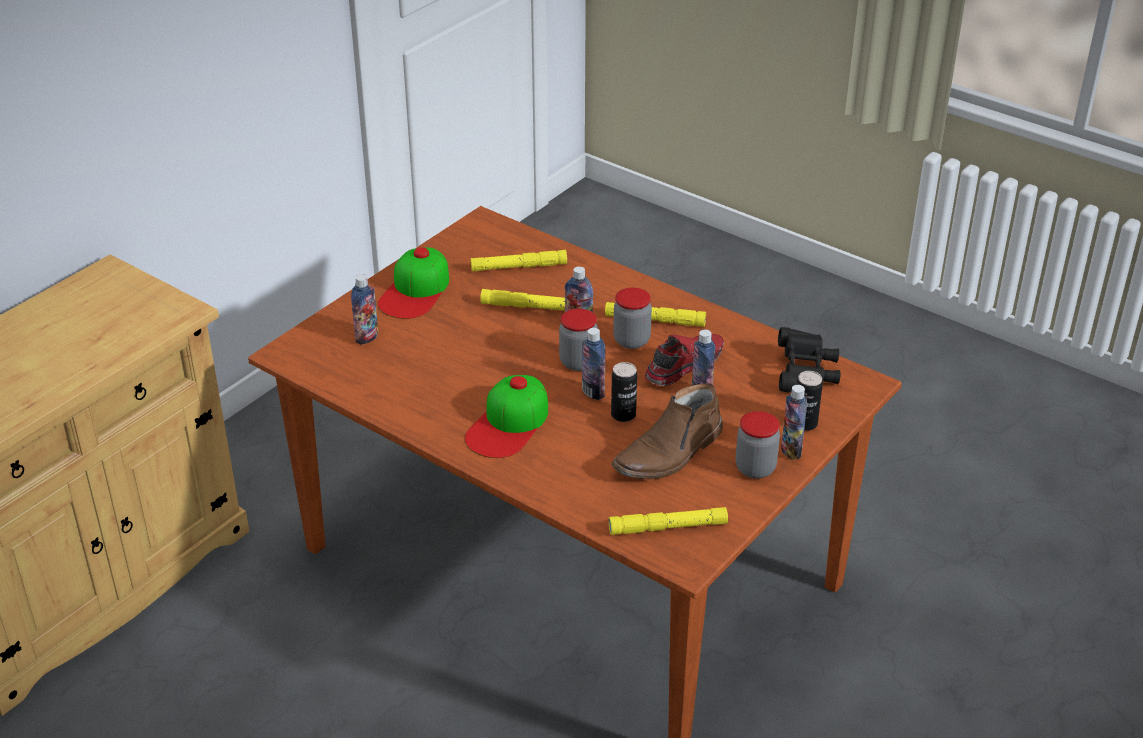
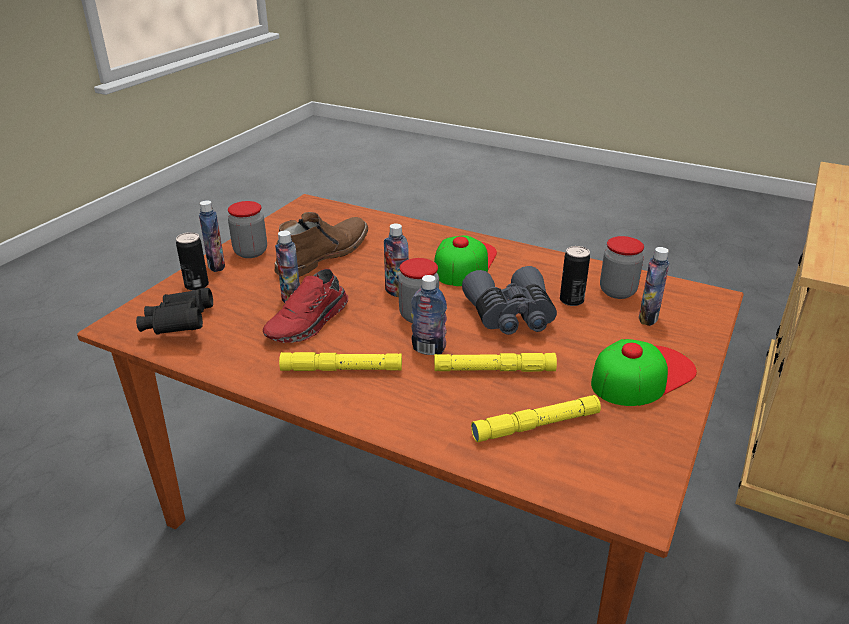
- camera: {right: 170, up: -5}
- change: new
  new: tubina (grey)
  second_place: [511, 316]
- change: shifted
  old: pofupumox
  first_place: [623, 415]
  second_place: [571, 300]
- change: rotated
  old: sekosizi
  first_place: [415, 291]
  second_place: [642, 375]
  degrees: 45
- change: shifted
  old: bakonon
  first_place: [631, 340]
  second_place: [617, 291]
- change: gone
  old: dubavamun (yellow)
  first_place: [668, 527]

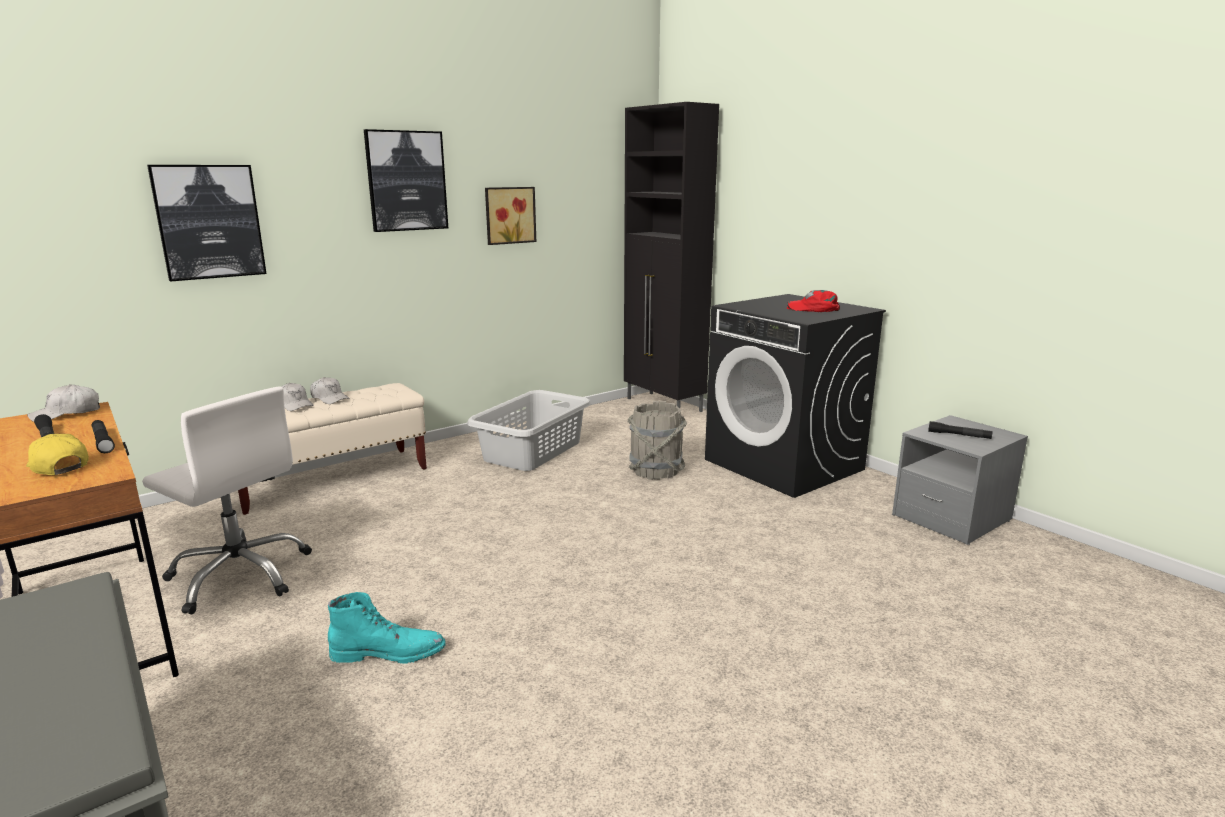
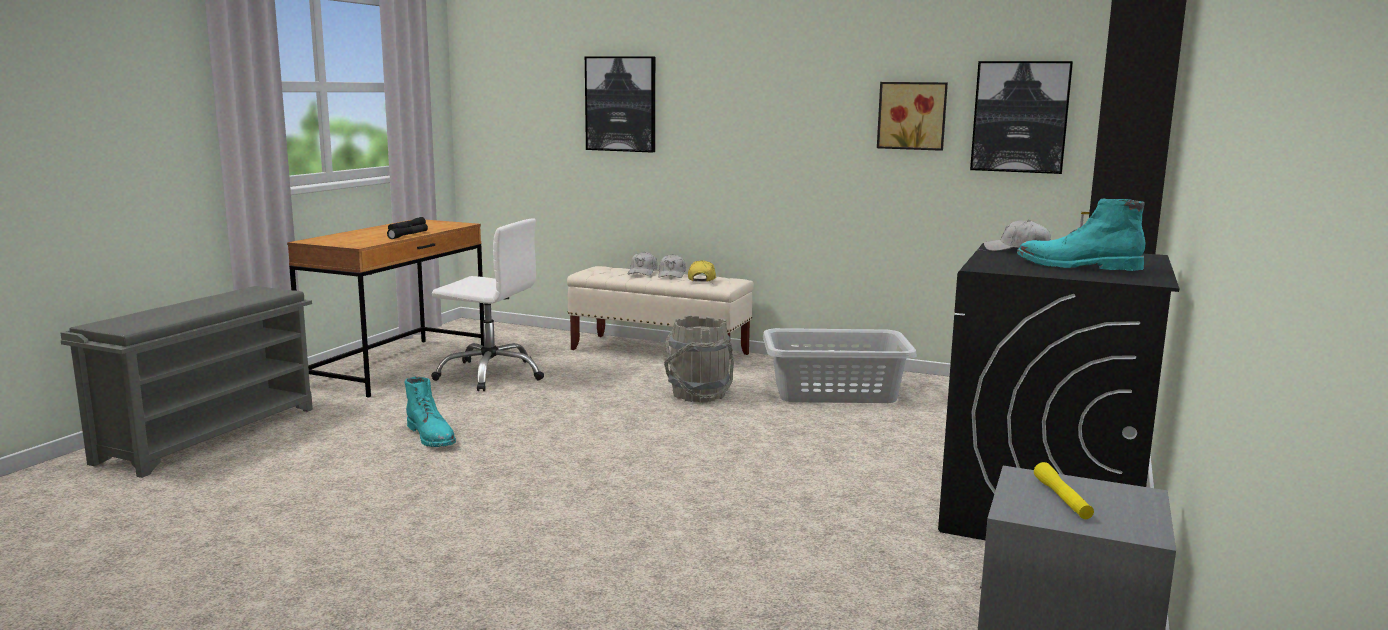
- camera: {right: 60, up: -5}
- change: rotated
  old: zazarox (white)
  first_place: [240, 575]
  second_place: [491, 374]
  degrees: -75
- change: shifted
  old: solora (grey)
  first_place: [655, 471]
  second_place: [698, 394]
- change: shifted
  old: sekosizi (yellow)
  first_place: [58, 466]
  second_place: [702, 279]
- change: shifted
  old: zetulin
  first_place: [406, 181]
  second_place: [1020, 117]
- change: shifted
  old: sekosizi (white)
  first_place: [67, 414]
  second_place: [1017, 250]
- change: swapped
  old: sekosizi (red)
  new: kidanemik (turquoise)
  first_place: [814, 309]
  second_place: [1076, 266]
- change: repainted
  old: dubavamun (black)
  new: dubavamun (yellow)
  first_place: [959, 435]
  second_place: [1062, 499]

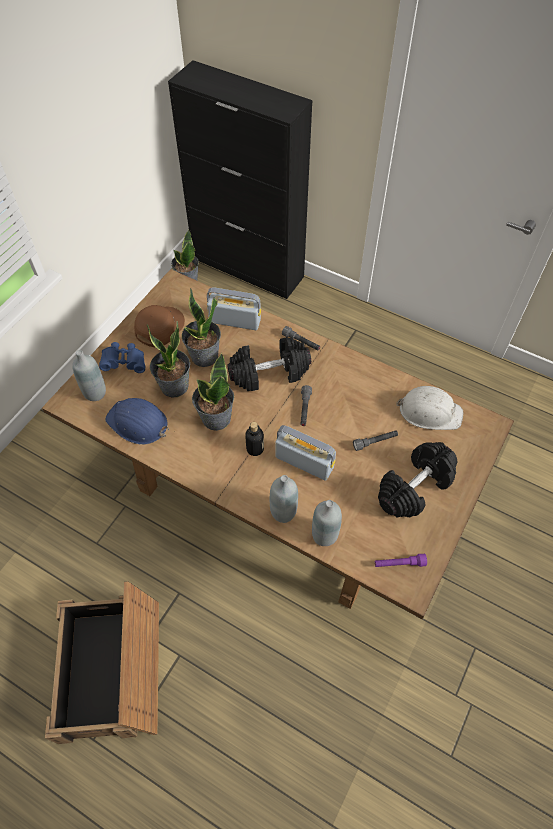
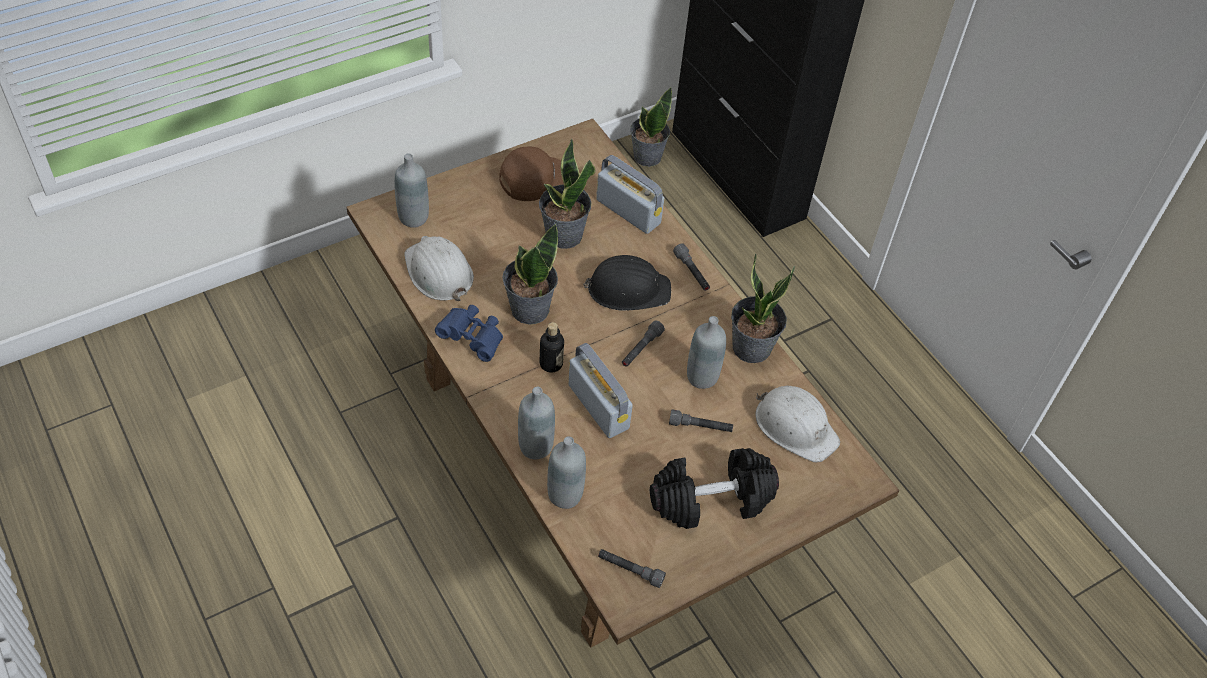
- camera: {right: 25, up: -5}
- change: repainted
  old: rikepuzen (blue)
  new: rikepuzen (white)
  first_place: [138, 423]
  second_place: [438, 272]
- change: shifted
  old: tubina (blue)
  first_place: [124, 363]
  second_place: [473, 338]
- change: swapped
  old: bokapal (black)
  new: rikepuzen (black)
  first_place: [269, 373]
  second_place: [628, 289]
- change: repainted
  old: dubavamun (purple)
  new: dubavamun (grey)
  first_place: [399, 564]
  second_place: [630, 570]
- change: new
  new: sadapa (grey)
  second_place: [702, 377]
- change: shifted
  old: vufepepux
  first_place: [174, 386]
  second_place: [751, 348]
- change: gone
  old: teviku
  first_place: [113, 671]

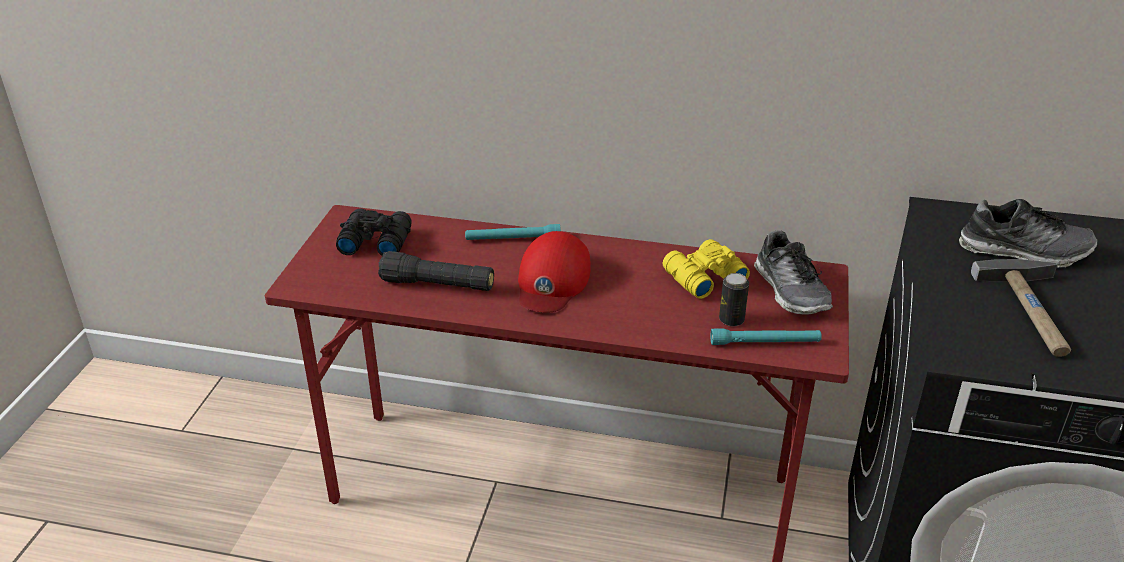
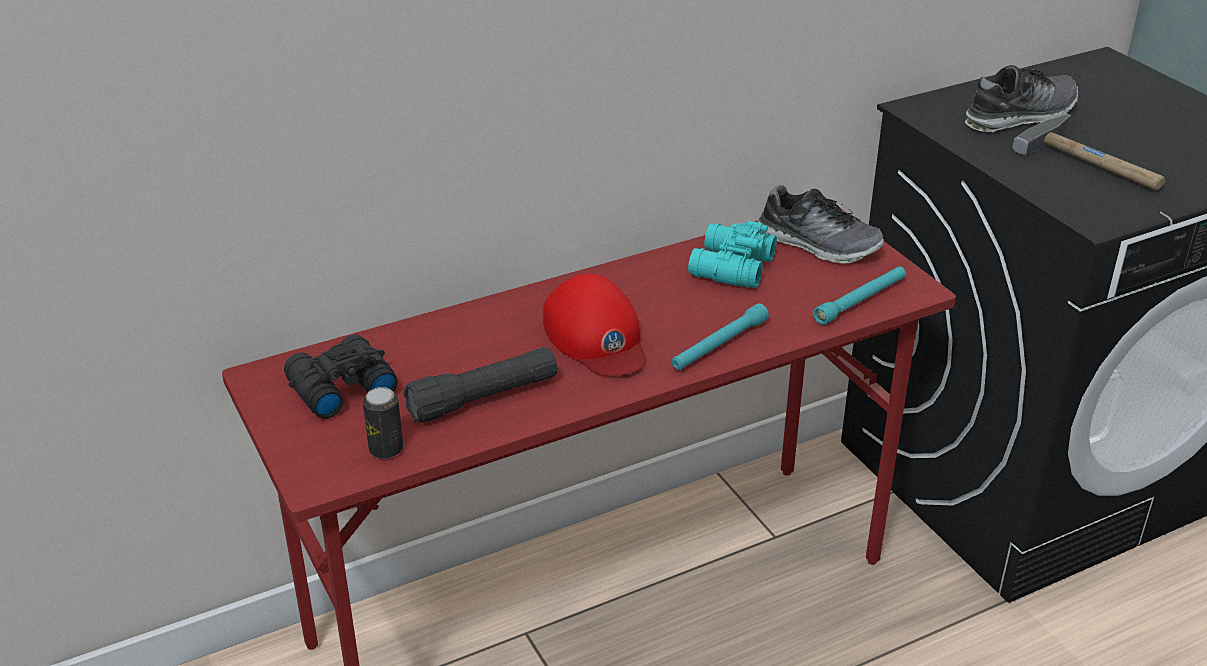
- camera: {right: -40, up: 0}
- change: shifted
  old: pofupumox
  first_place: [731, 320]
  second_place: [386, 449]
- change: shifted
  old: dubavamun (turquoise)
  first_place: [513, 239]
  second_place: [719, 345]
- change: repainted
  old: tubina (yellow)
  new: tubina (turquoise)
  first_place: [702, 278]
  second_place: [729, 268]

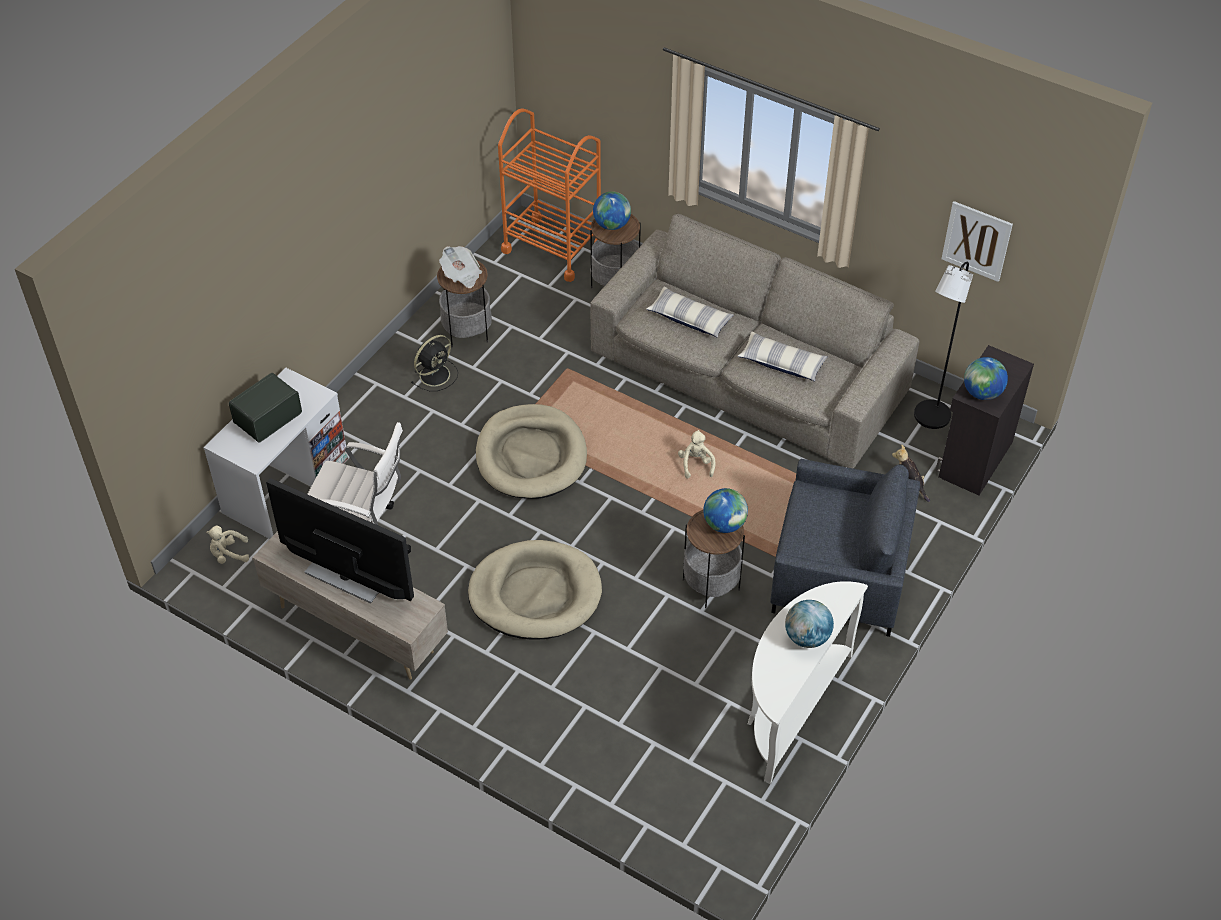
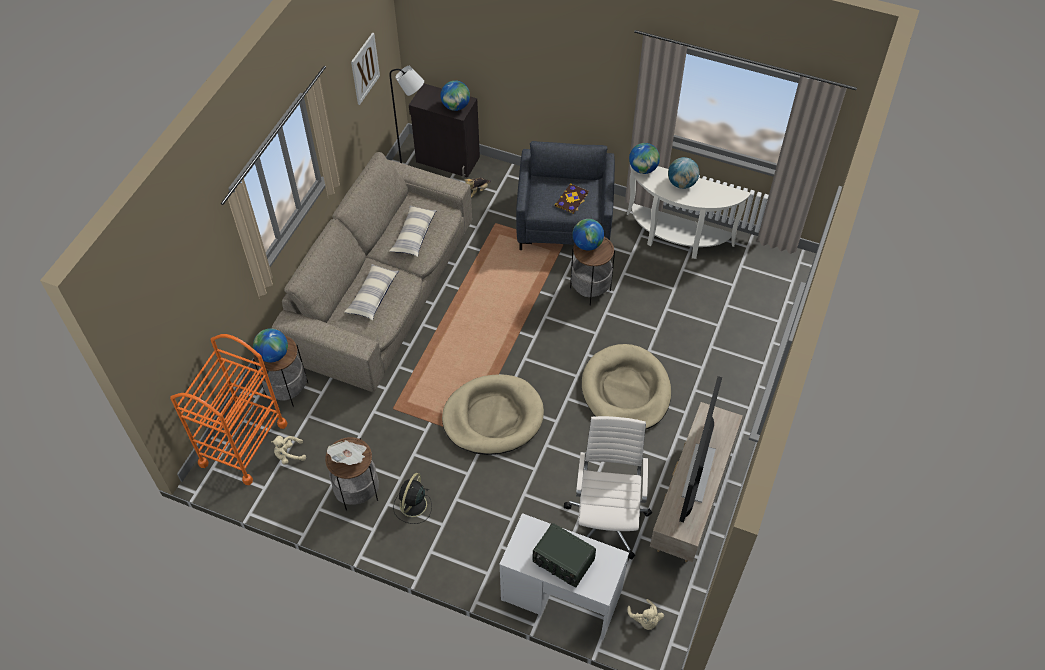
- camera: {right: -100, up: 5}
- change: shifted
  old: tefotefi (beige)
  first_place: [696, 464]
  second_place: [289, 455]
- change: rotated
  old: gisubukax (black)
  first_place: [436, 374]
  second_place: [412, 506]
  degrees: -105
- change: new
  new: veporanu
  second_place: [572, 199]
- change: new
  new: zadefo
  second_place: [643, 169]

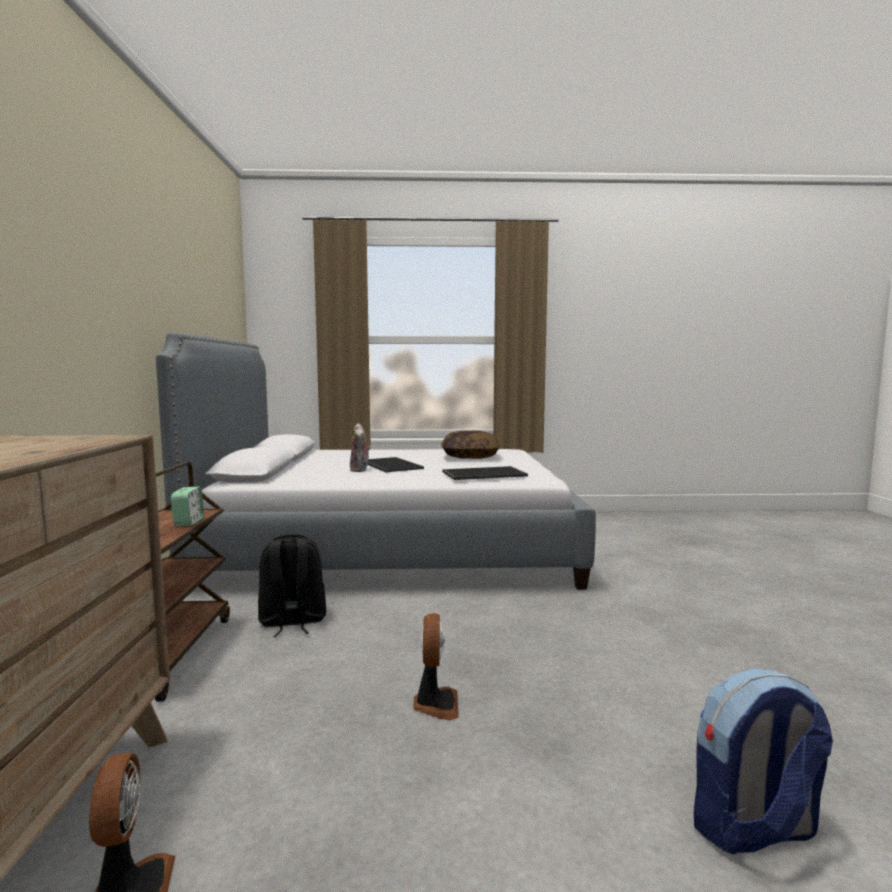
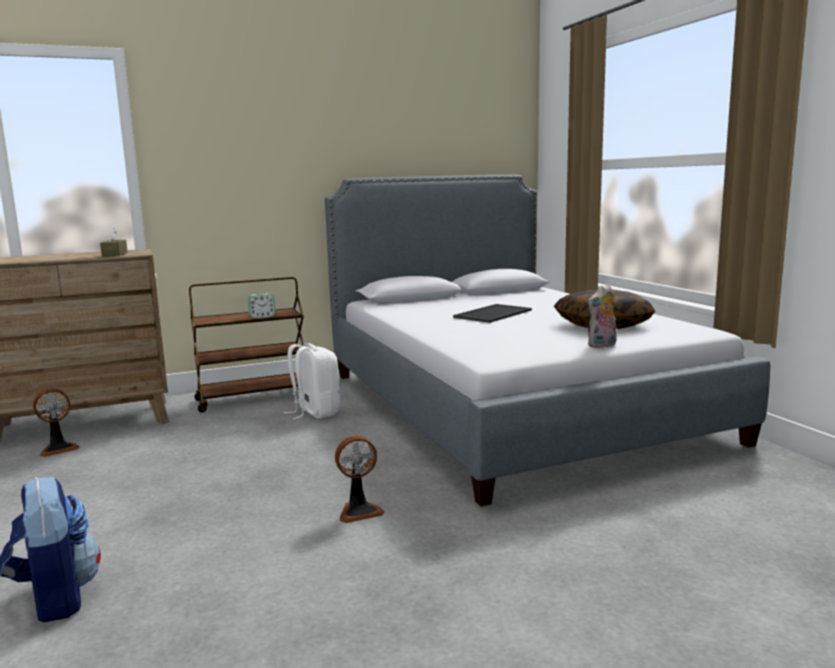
- camera: {right: 70, up: 5}
- change: new
  new: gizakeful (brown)
  second_place: [115, 254]
- change: repainted
  old: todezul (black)
  new: todezul (white)
  first_place: [292, 622]
  second_place: [315, 412]
- change: shifted
  old: gisubukax
  first_place: [435, 704]
  second_place: [359, 511]
- change: shifted
  old: tefotefi
  first_place: [360, 470]
  second_place: [602, 345]
- change: gone
  old: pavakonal
  first_place: [483, 474]

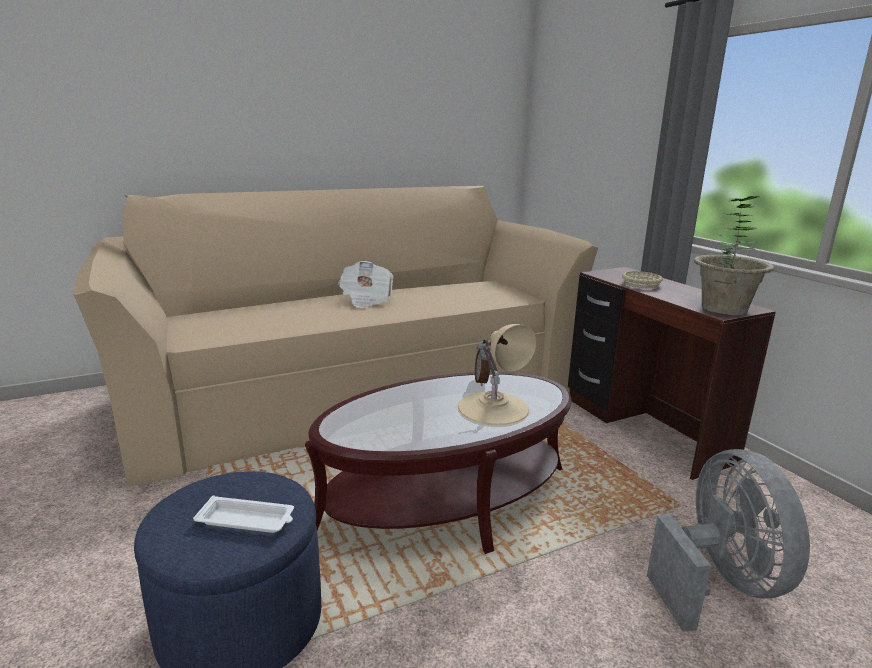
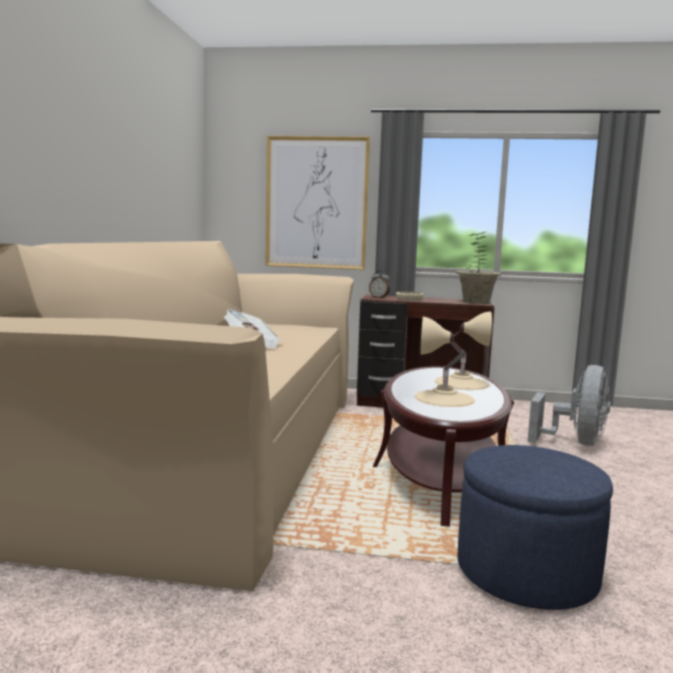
- camera: {right: -55, up: -10}
- change: new
  new: zetulin
  second_place: [316, 203]
- change: shifted
  old: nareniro
  first_place: [482, 382]
  second_place: [379, 298]
- change: new
  new: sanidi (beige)
  second_place: [444, 398]
- change: rotated
  old: gisubukax (grey)
  first_place: [718, 582]
  second_place: [575, 442]
  degrees: 90
- change: gone
  old: pavakonal (white)
  first_place: [247, 520]

